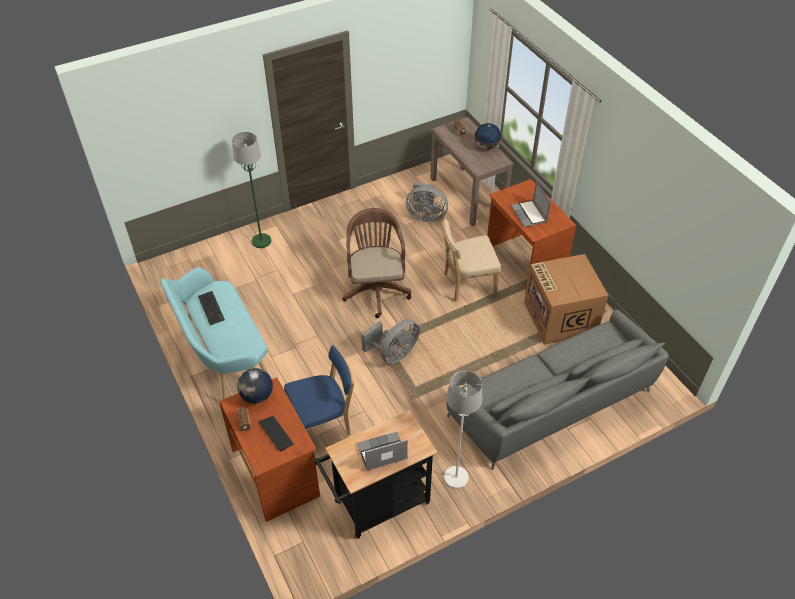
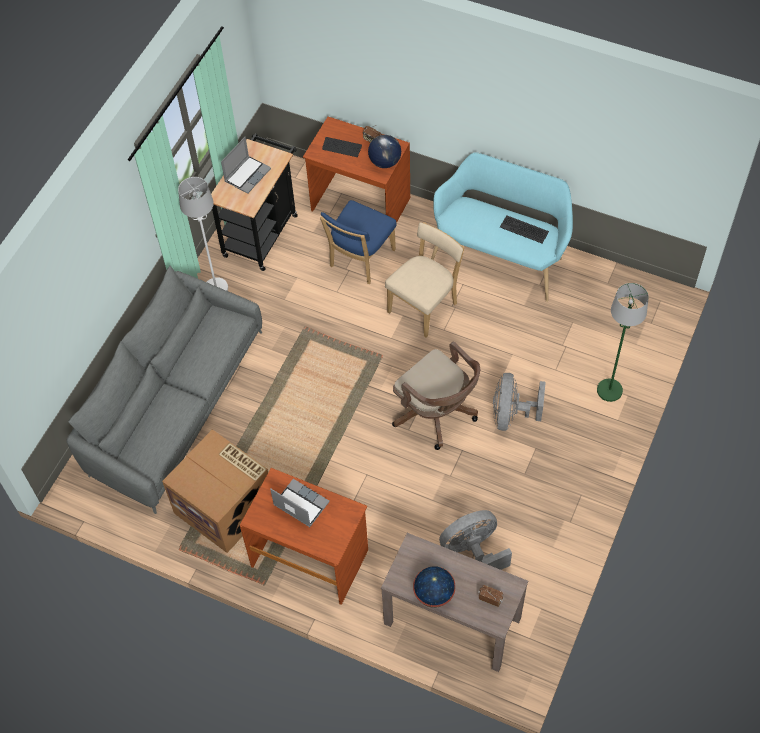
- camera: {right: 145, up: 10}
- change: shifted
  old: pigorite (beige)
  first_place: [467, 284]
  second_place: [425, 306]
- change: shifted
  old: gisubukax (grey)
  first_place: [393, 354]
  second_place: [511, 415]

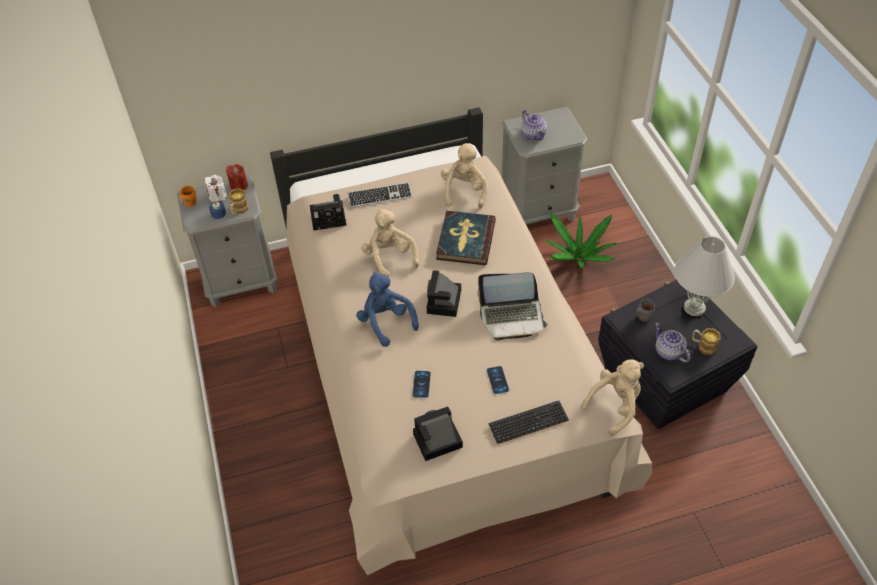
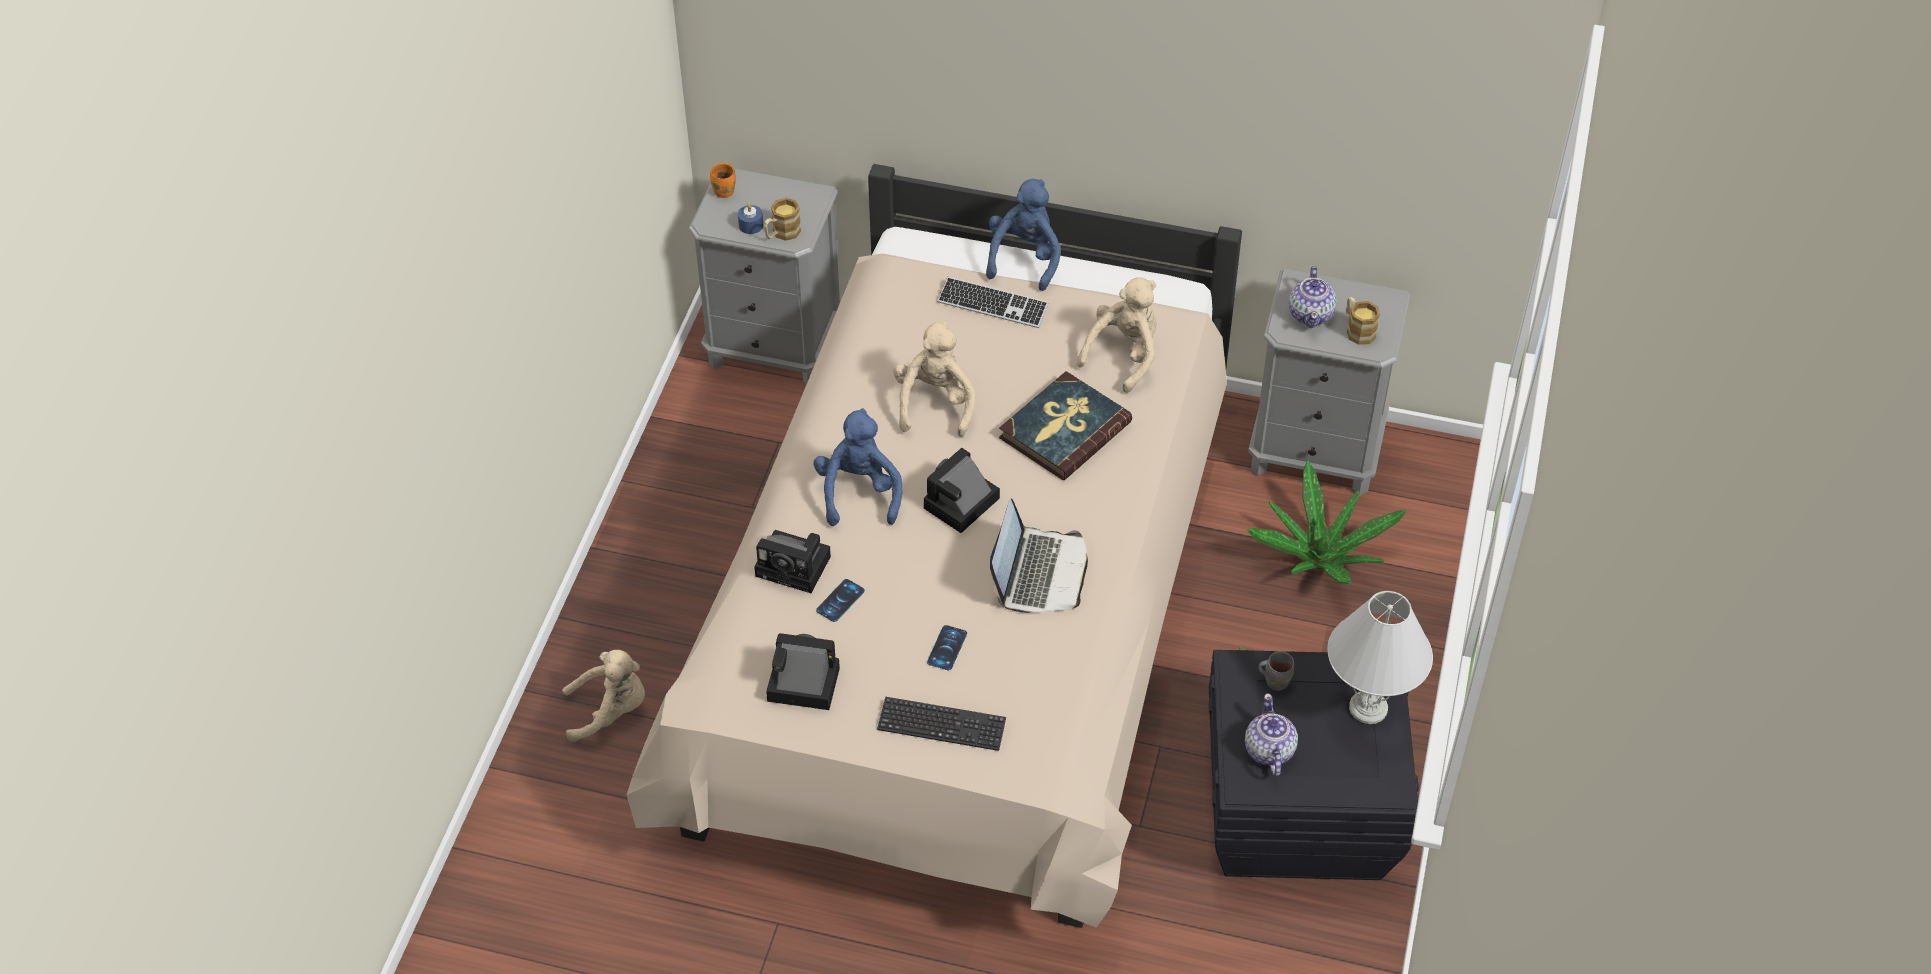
- camera: {right: 30, up: 0}
- change: shifted
  old: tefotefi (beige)
  first_place: [615, 406]
  second_place: [610, 711]
- change: shifted
  old: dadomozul
  first_place: [330, 217]
  second_place: [796, 566]
- change: new
  new: tefotefi (blue)
  second_place: [1024, 258]
- change: rotated
  old: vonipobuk
  first_place: [512, 317]
  second_place: [1039, 573]
  degrees: -105
- change: shifted
  old: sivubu
  first_place: [703, 346]
  second_place: [1357, 330]
- change: gone
  old: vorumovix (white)
  first_place: [217, 196]
- change: gone
  old: vorumovix (red)
  first_place: [239, 185]

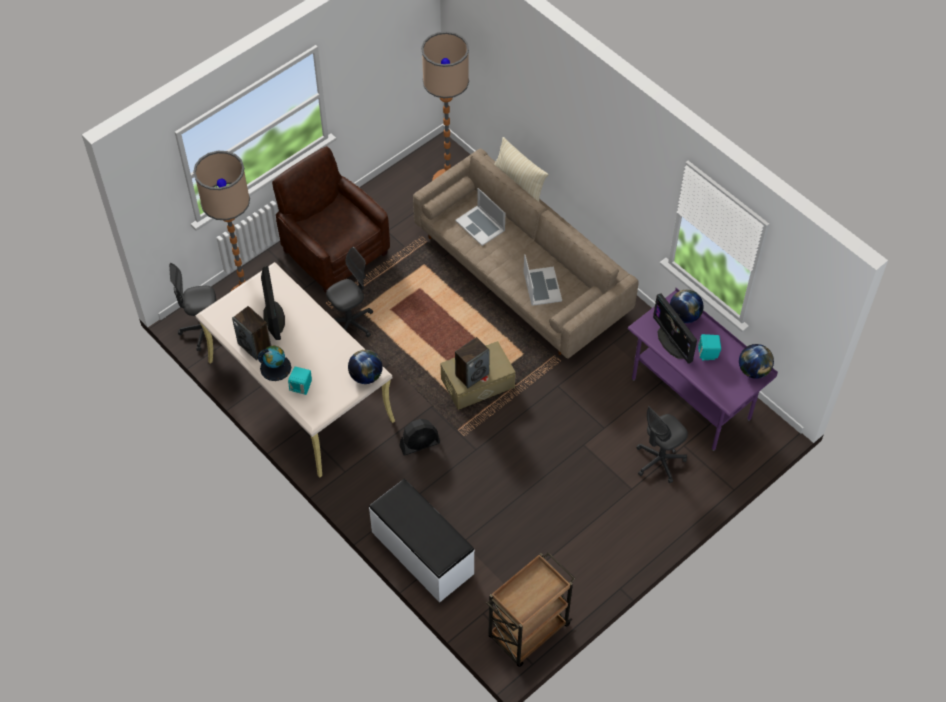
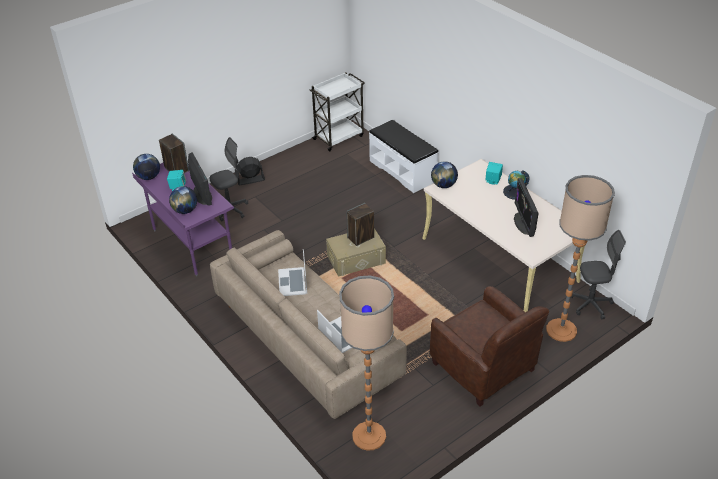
- camera: {right: -175, up: -15}
- change: shifted
  old: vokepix
  first_place: [255, 345]
  second_place: [176, 169]
- change: shifted
  old: gisubukax (black)
  first_place: [419, 444]
  second_place: [250, 180]
- change: repainted
  old: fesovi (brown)
  new: fesovi (white)
  first_place: [528, 632]
  second_place: [339, 137]
- change: gone
  old: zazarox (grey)
  first_place: [350, 323]
- change: gone
  old: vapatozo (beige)
  first_place: [519, 181]

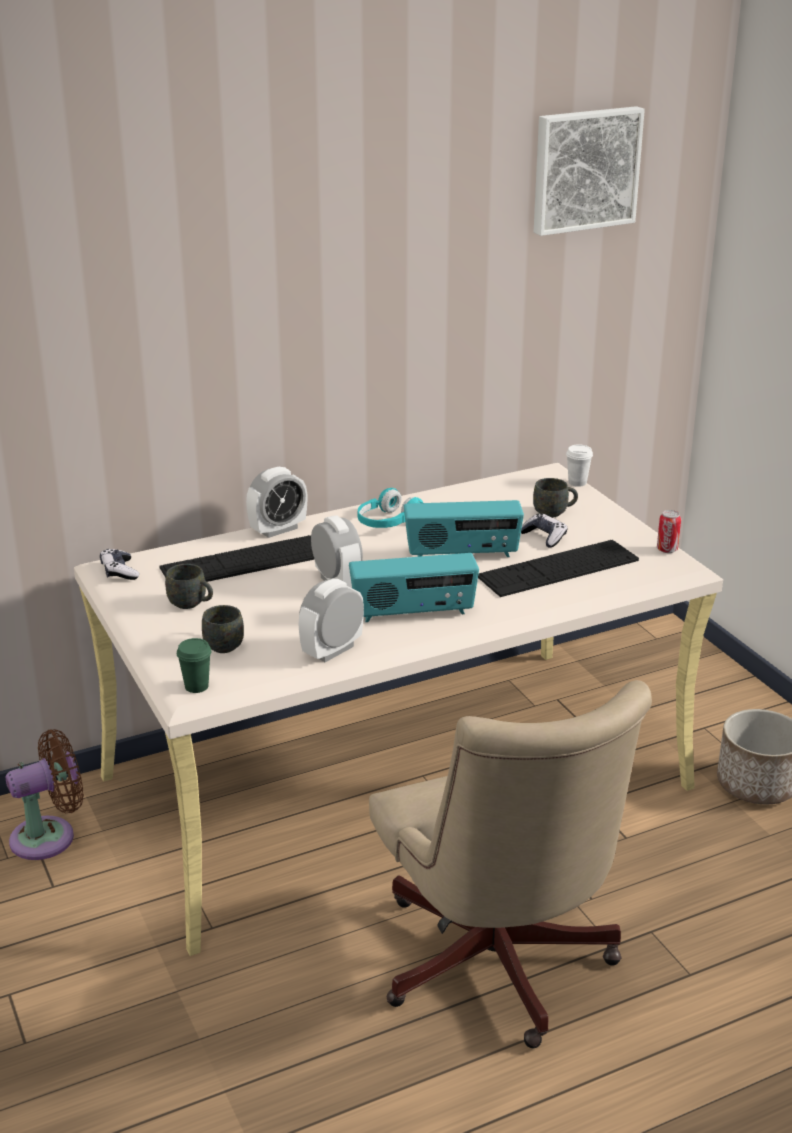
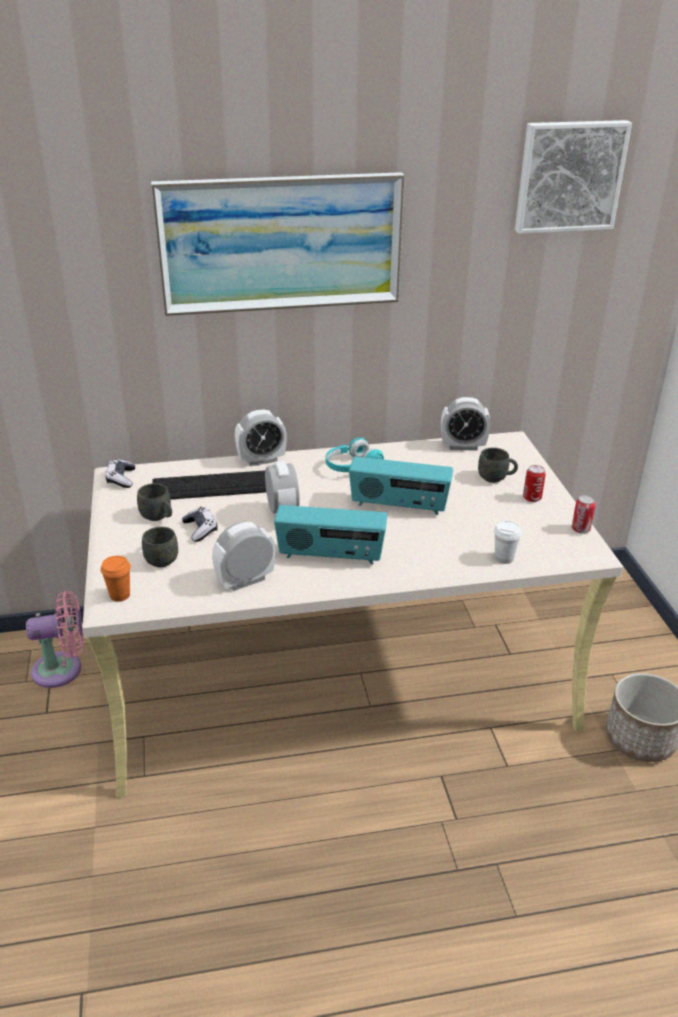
- camera: {right: 15, up: 5}
- change: repainted
  old: gisubukax (brown)
  new: gisubukax (pink)
  first_place: [49, 836]
  second_place: [63, 669]
- change: repainted
  old: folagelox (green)
  new: folagelox (orange)
  first_place: [196, 686]
  second_place: [120, 595]
- change: new
  new: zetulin
  second_place: [281, 243]
- change: shifted
  old: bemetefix
  first_place: [544, 537]
  second_place: [200, 529]
- change: new
  new: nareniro
  second_place: [463, 446]
- change: shifted
  old: folagelox (white)
  first_place: [577, 482]
  second_place: [504, 558]
- change: new
  new: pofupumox
  second_place: [532, 498]
- change: gone
  old: zazarox (beige)
  first_place: [497, 971]
- change: gone
  old: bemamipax
  first_place: [558, 568]

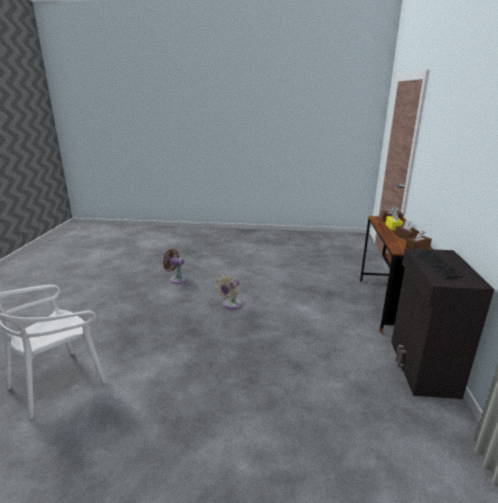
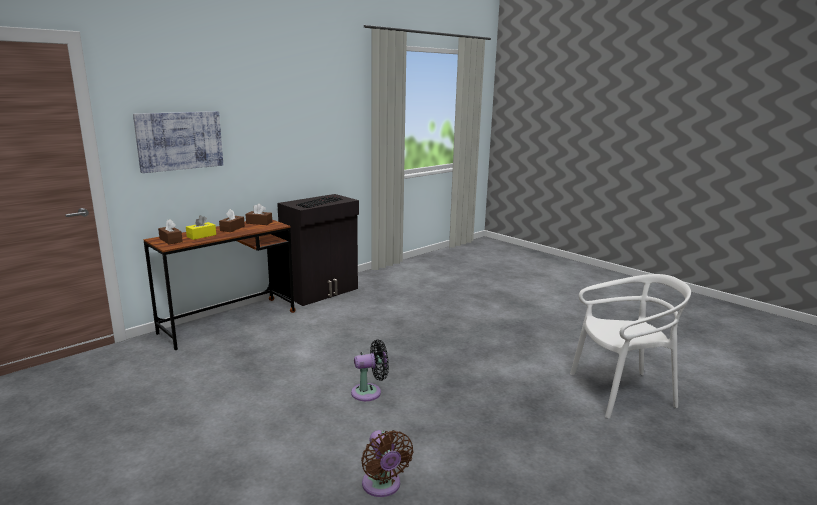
- camera: {right: -140, up: -5}
- change: new
  new: zetulin
  second_place: [180, 140]
- change: repainted
  old: gisubukax (beige)
  new: gisubukax (black)
  first_place: [231, 305]
  second_place: [369, 392]

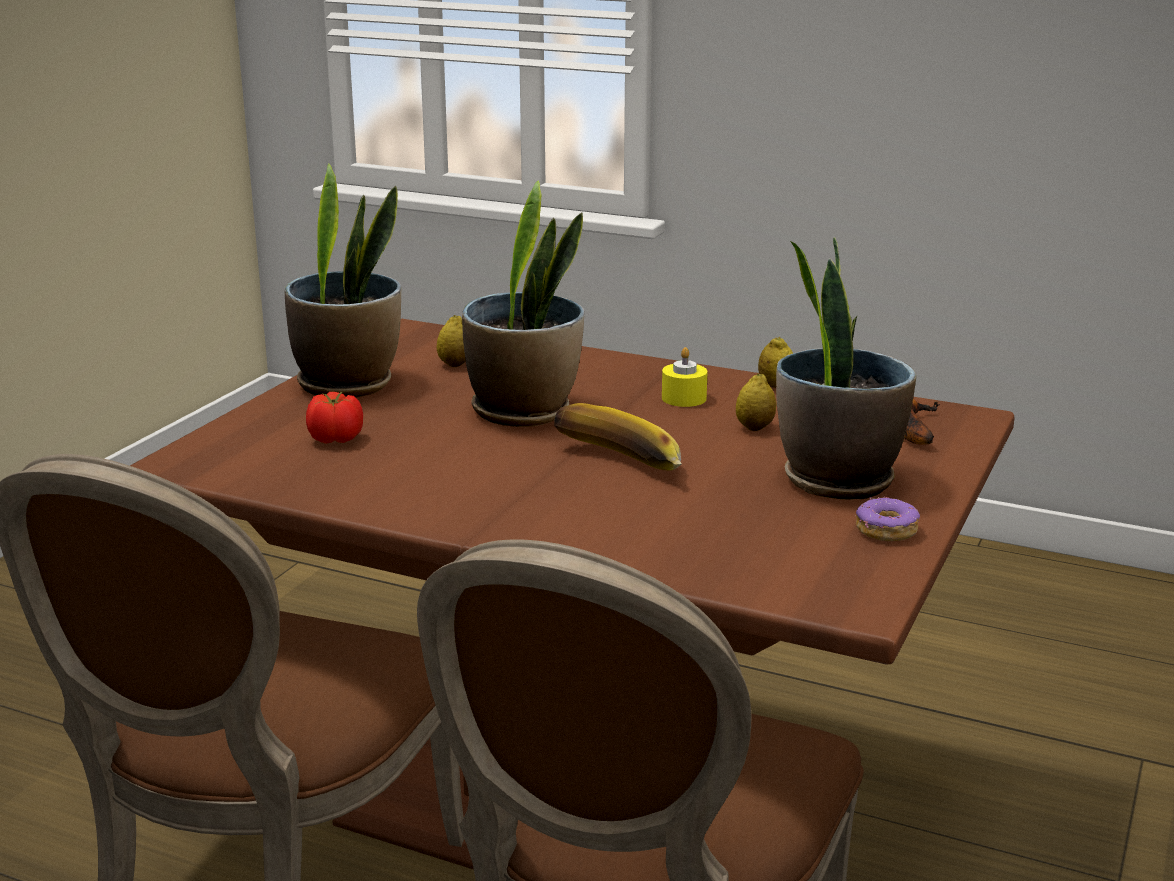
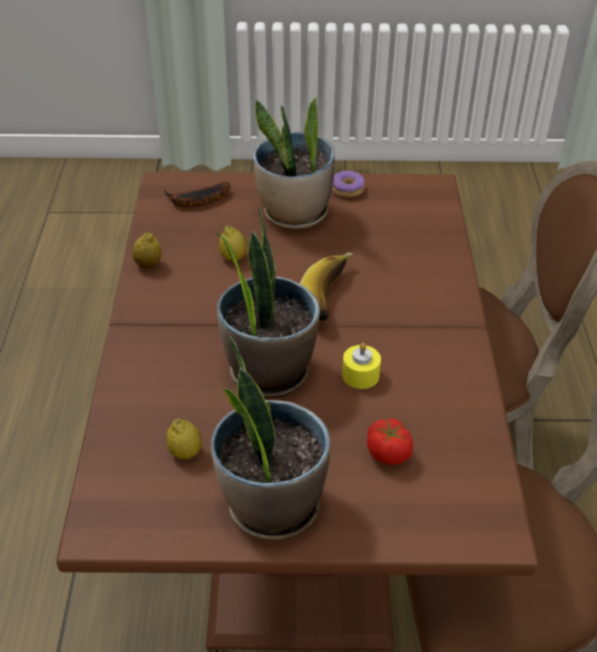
- camera: {right: -115, up: 20}
- change: shifted
  old: vorumovix (yellow)
  first_place: [684, 398]
  second_place: [360, 375]

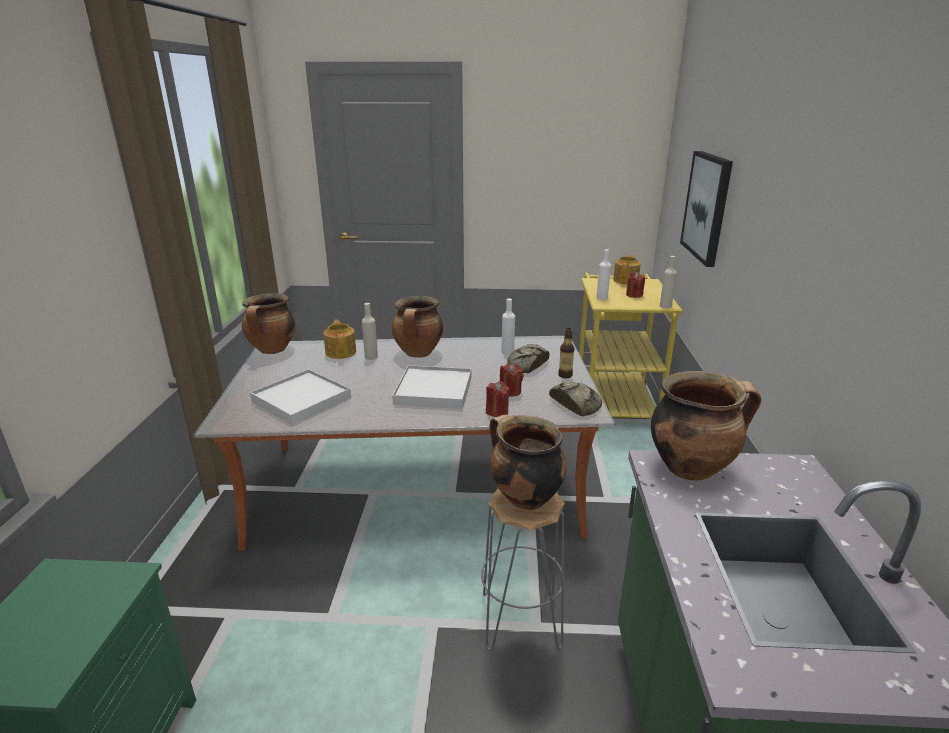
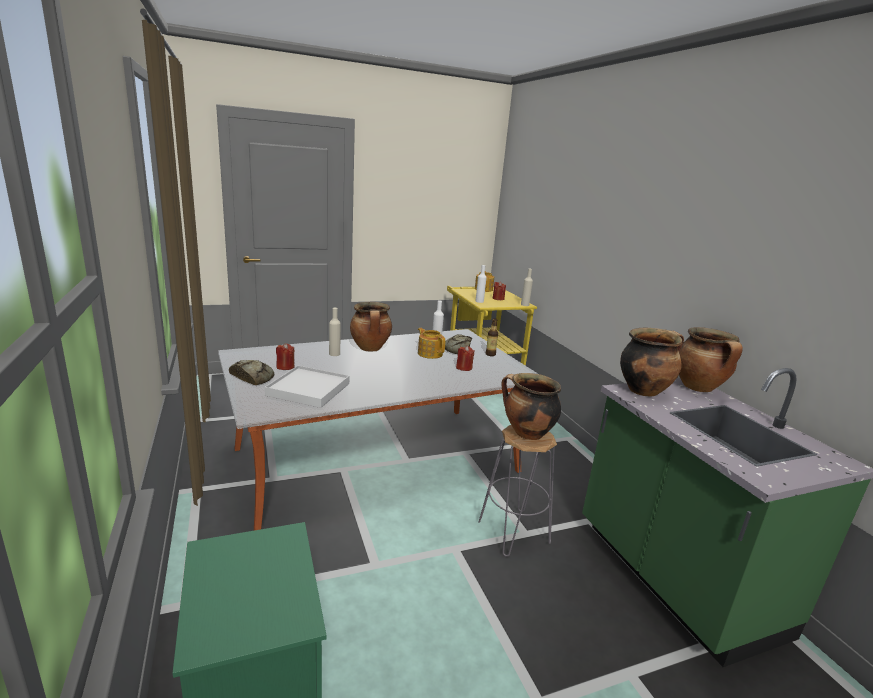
- camera: {right: -25, up: -5}
- change: shifted
  old: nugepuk
  first_place: [576, 403]
  second_place: [252, 377]
- change: shifted
  old: vorumovix (red)
  first_place: [497, 411]
  second_place: [285, 367]
- change: shifted
  old: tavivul
  first_place: [341, 352]
  second_place: [430, 353]
- change: shifted
  old: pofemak
  first_place: [272, 350]
  second_place: [699, 388]
- change: gone
  old: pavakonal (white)
  first_place: [434, 390]
- change: gone
  old: zetulin
  first_place: [707, 206]

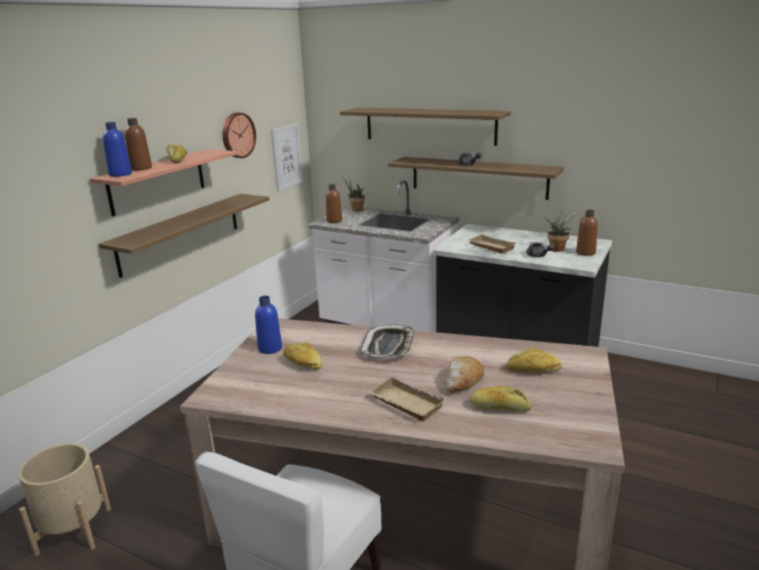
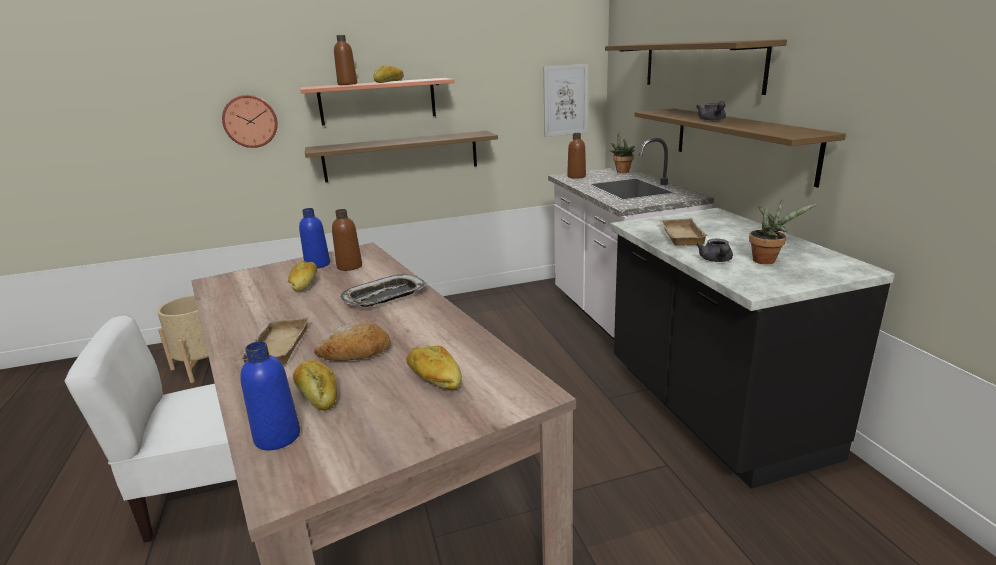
- camera: {right: 45, up: 0}
- change: shifted
  old: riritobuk
  first_place: [237, 135]
  second_place: [250, 121]
- change: shifted
  old: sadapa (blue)
  first_place: [120, 174]
  second_place: [277, 437]
- change: shifted
  old: sadapa (brown)
  first_place: [585, 253]
  second_place: [349, 266]

